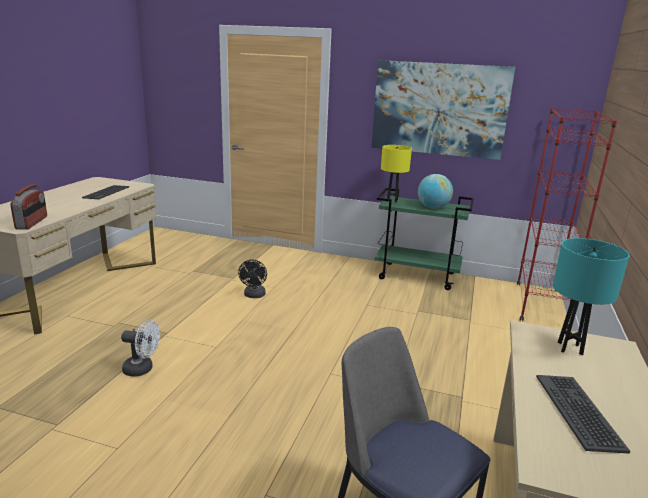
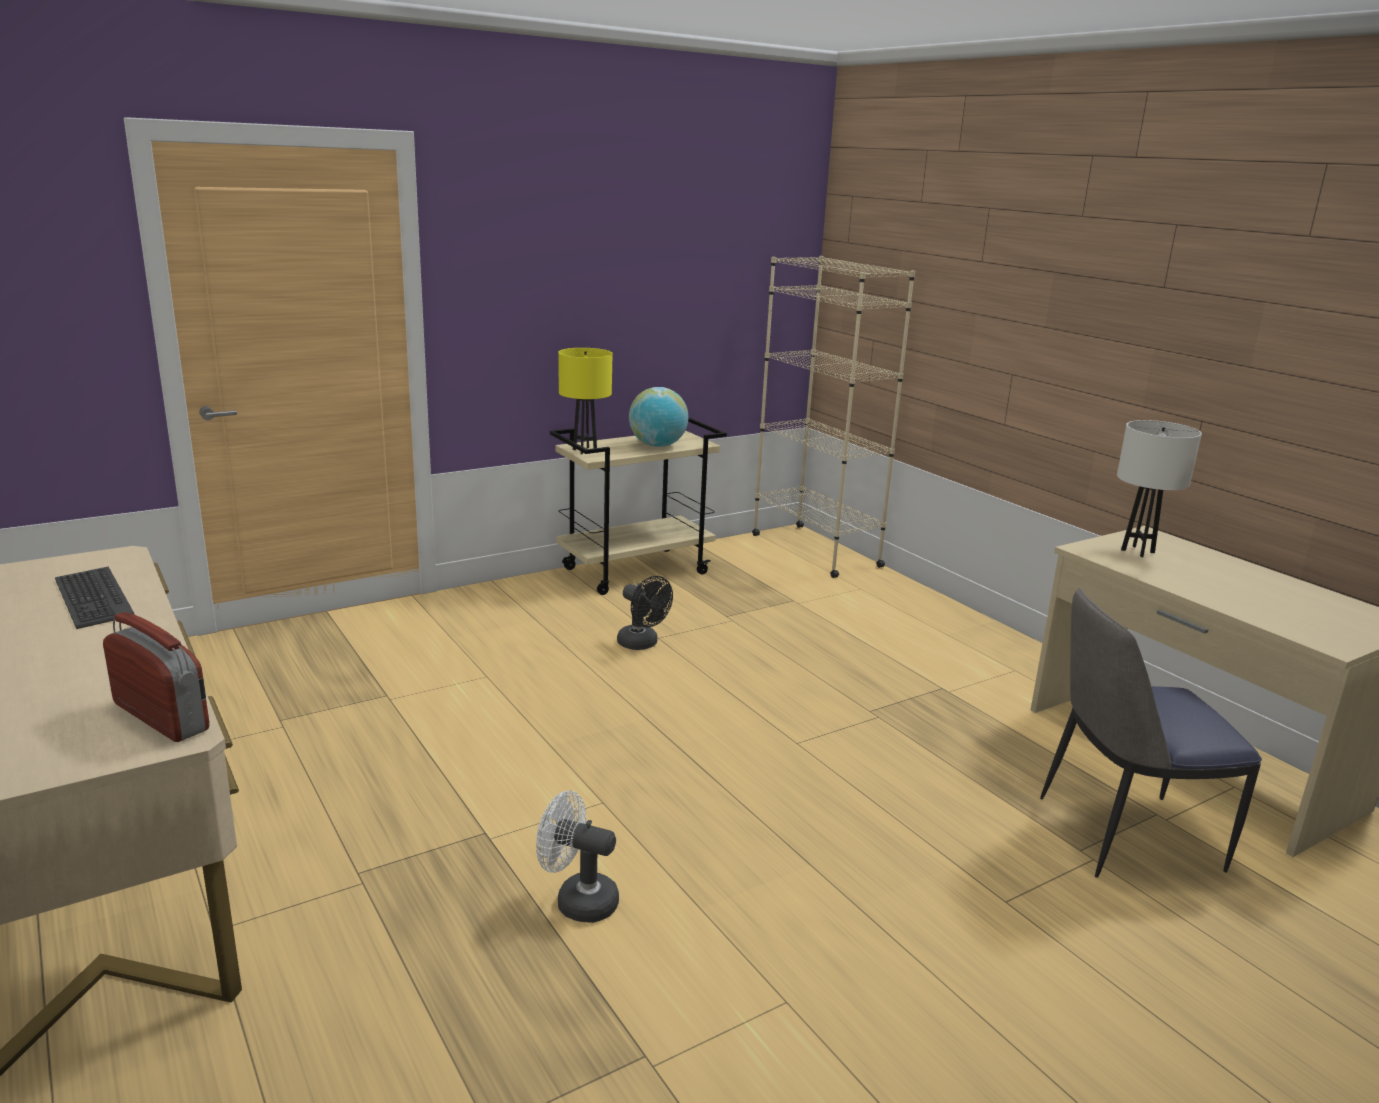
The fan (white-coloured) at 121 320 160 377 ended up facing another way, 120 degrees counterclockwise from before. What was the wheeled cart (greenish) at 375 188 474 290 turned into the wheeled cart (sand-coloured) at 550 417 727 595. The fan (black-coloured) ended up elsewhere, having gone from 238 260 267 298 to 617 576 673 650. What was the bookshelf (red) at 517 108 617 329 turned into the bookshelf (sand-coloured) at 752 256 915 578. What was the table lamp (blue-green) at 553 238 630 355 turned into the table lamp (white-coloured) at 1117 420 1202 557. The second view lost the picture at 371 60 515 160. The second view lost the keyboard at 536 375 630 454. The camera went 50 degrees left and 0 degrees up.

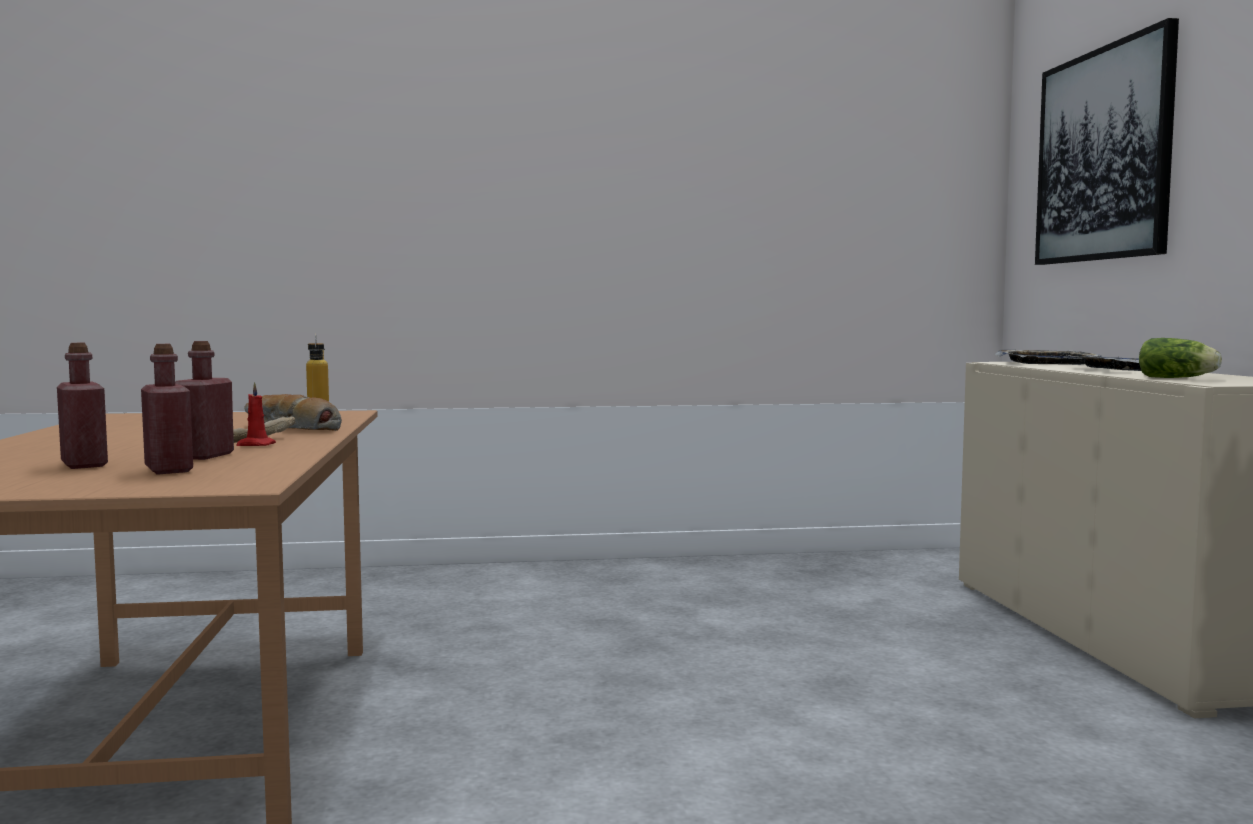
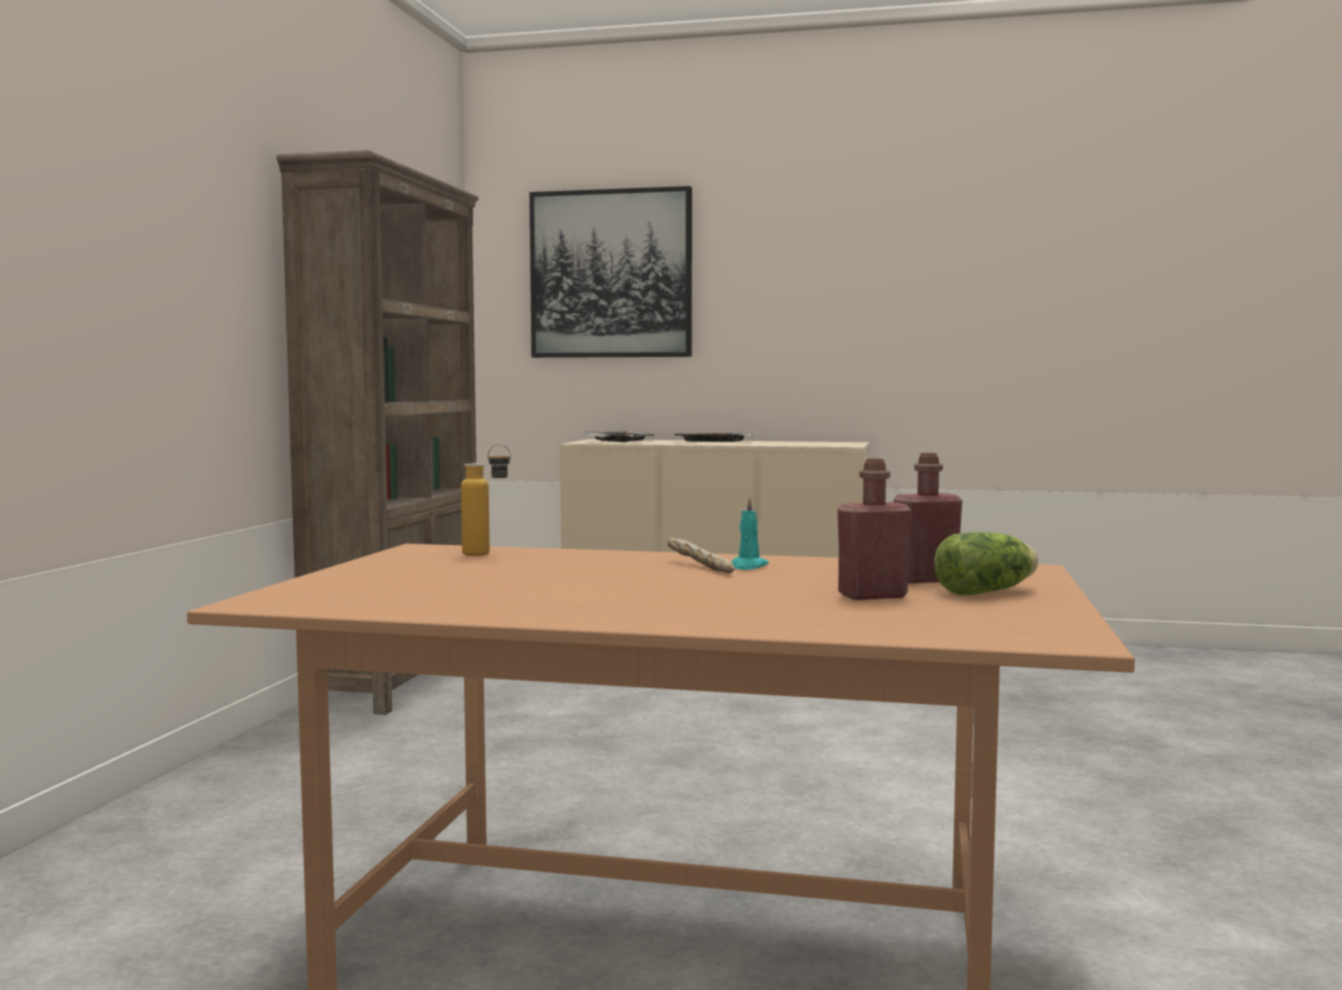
The second view gained the bookshelf (brown) at 276 150 479 715. What was the wax light (red) at 236 382 276 446 turned into the wax light (blue-green) at 731 496 769 570. The lettuce ended up elsewhere, having gone from 1139 338 1222 378 to 934 532 1038 596. The second view lost the beverage bottle (red) at 175 341 234 460. The second view lost the bread at 245 394 342 431. The camera went 70 degrees left and 0 degrees up.

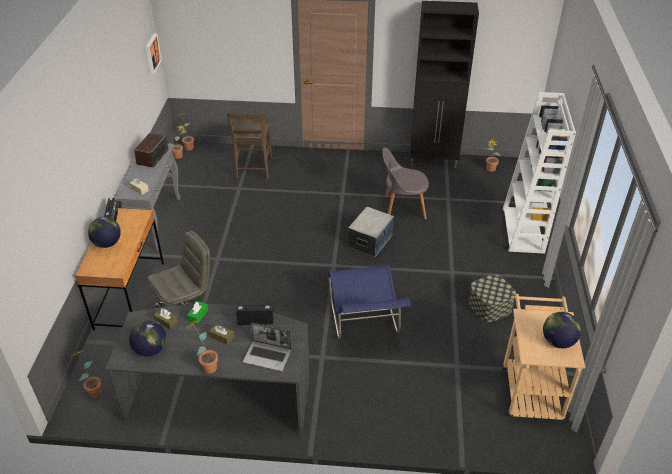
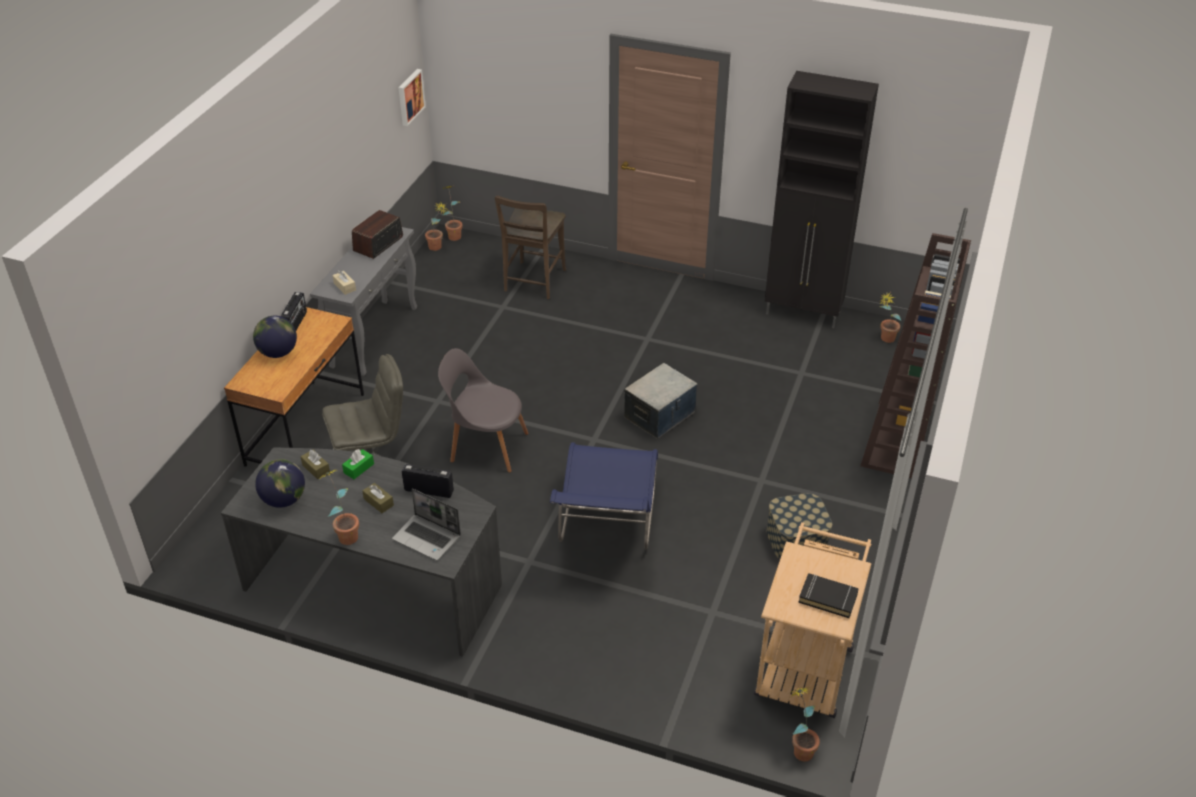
The chair (greyish) ended up elsewhere, having gone from 382 147 429 220 to 438 348 529 473. The potted plant ended up elsewhere, having gone from 72 349 102 398 to 788 687 820 762. Where the world globe stood at 543 312 581 348, the volume (black-coloured) came to stand at 798 573 859 618. What was the bookshelf (white-coloured) at 503 92 576 254 turned into the bookshelf (brown) at 860 233 971 478. The camera went 15 degrees right and 0 degrees up.

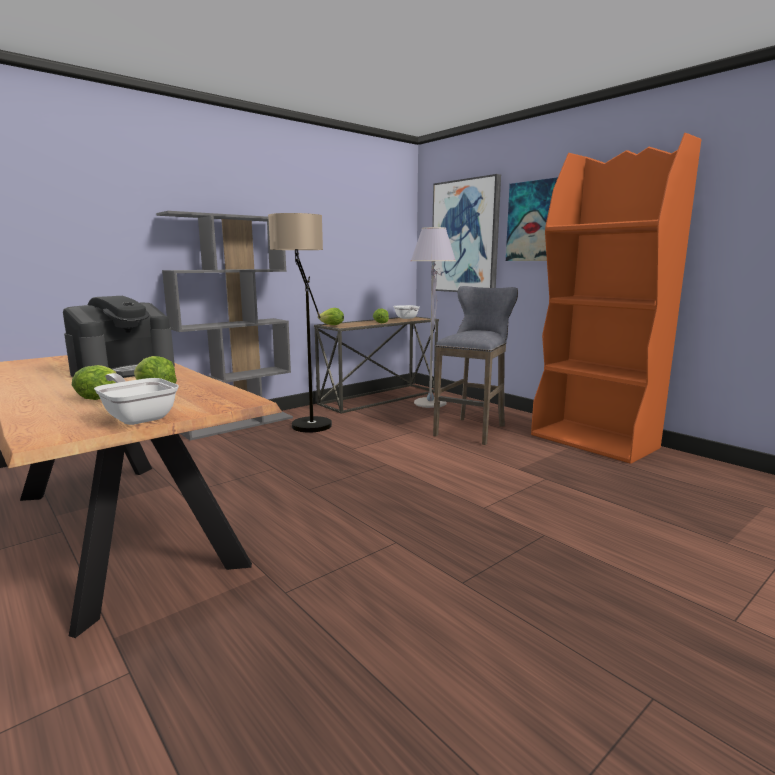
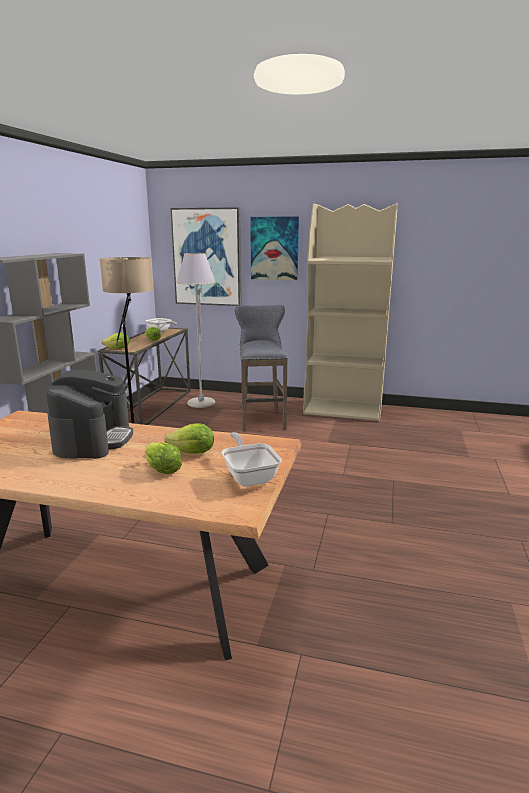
The skillet at 94 373 179 425 ended up facing another way, 60 degrees clockwise from before. What was the bookshelf (orange-coloured) at 531 133 701 464 turned into the bookshelf (sand-coloured) at 303 202 398 421. The camera went 35 degrees left and 5 degrees up.

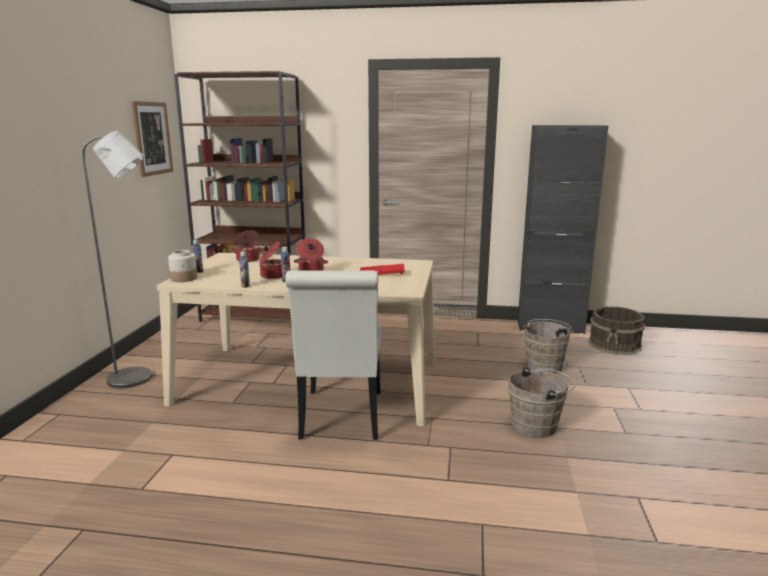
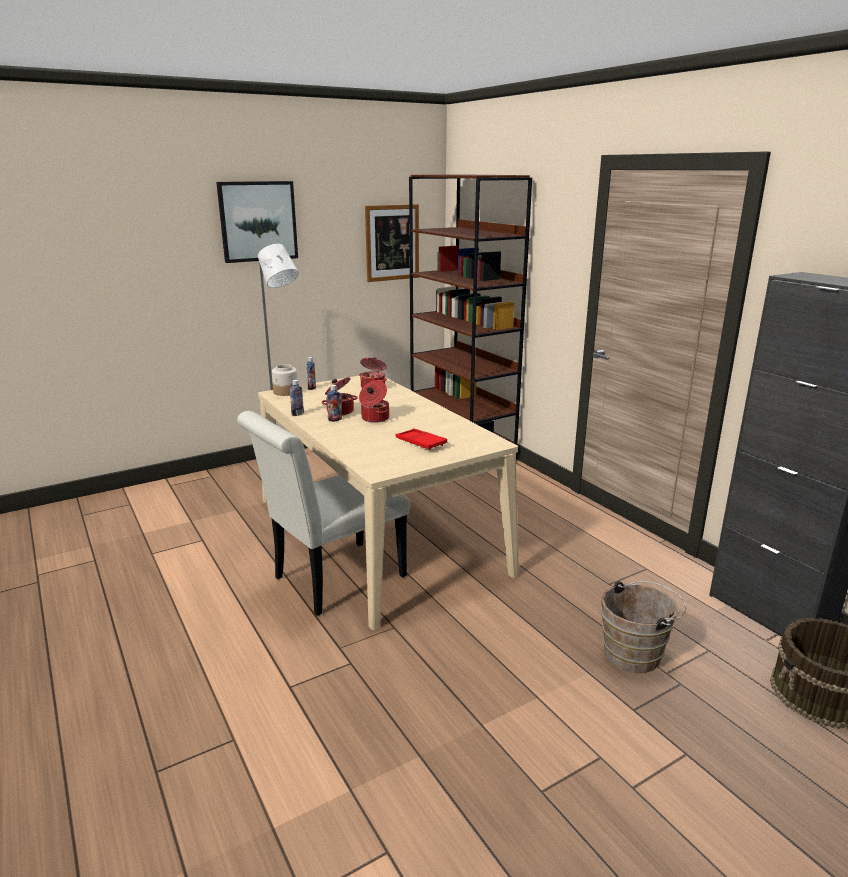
The second view gained the picture at 216 181 298 263. The second view lost the water bucket (brown) at 508 367 575 438. The camera went 50 degrees right and 5 degrees up.

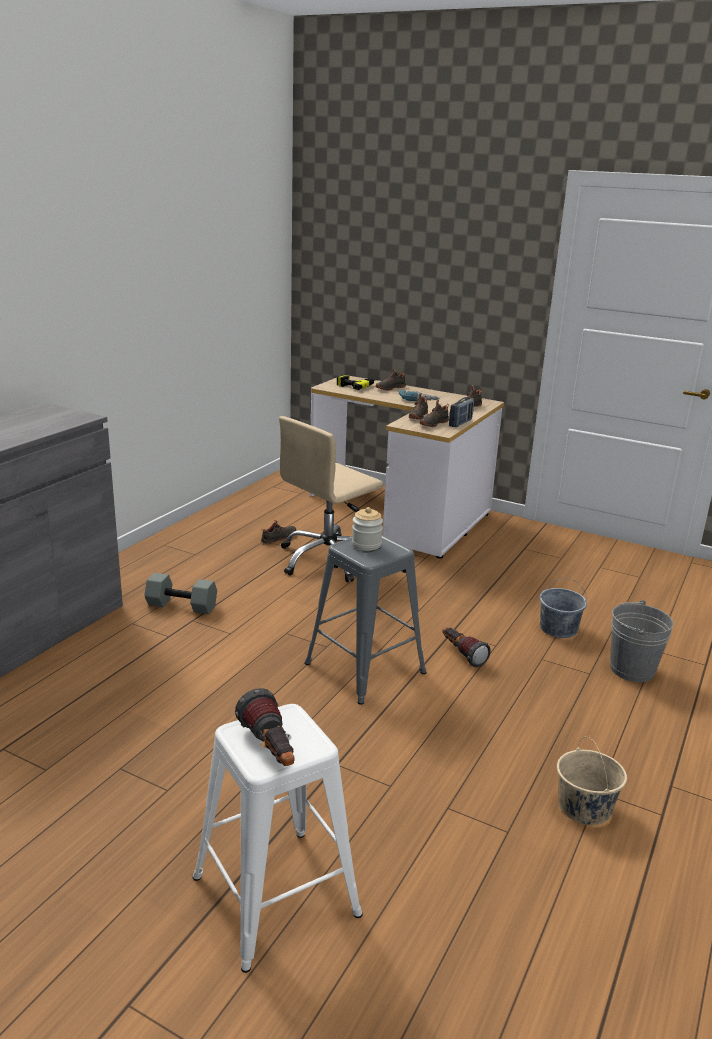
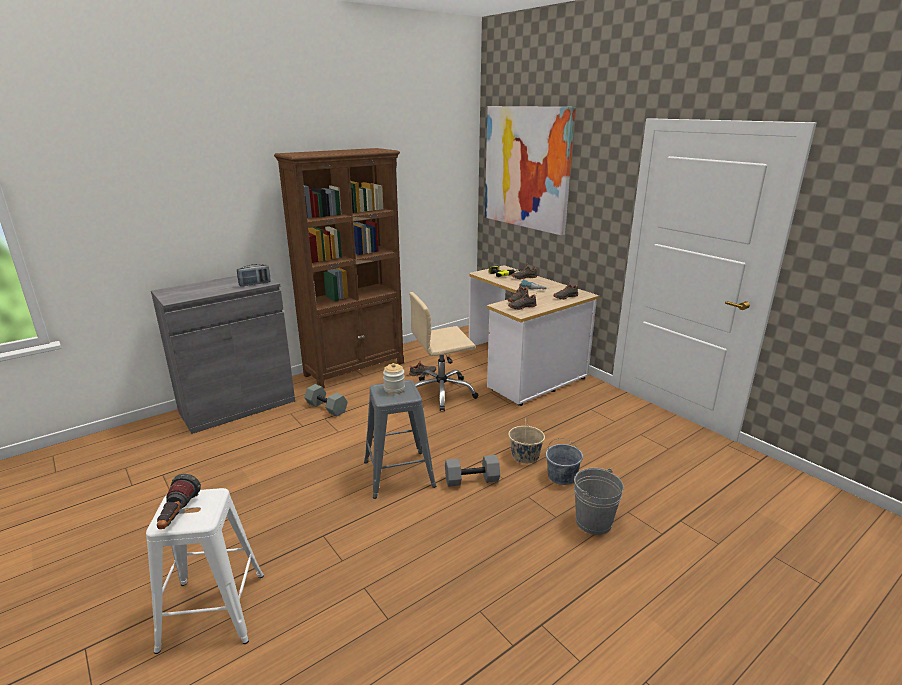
The radio ended up elsewhere, having gone from 449 397 474 427 to 237 264 271 287. The second view gained the bookshelf (brown) at 274 148 404 388. Where the hand torch stood at 443 627 491 667, the dumbbell (greyish) came to stand at 445 455 500 487. The second view gained the picture at 485 106 576 236. The water bucket (sand-coloured) ended up elsewhere, having gone from 557 737 627 825 to 508 419 545 463. The camera went 25 degrees right and 0 degrees up.

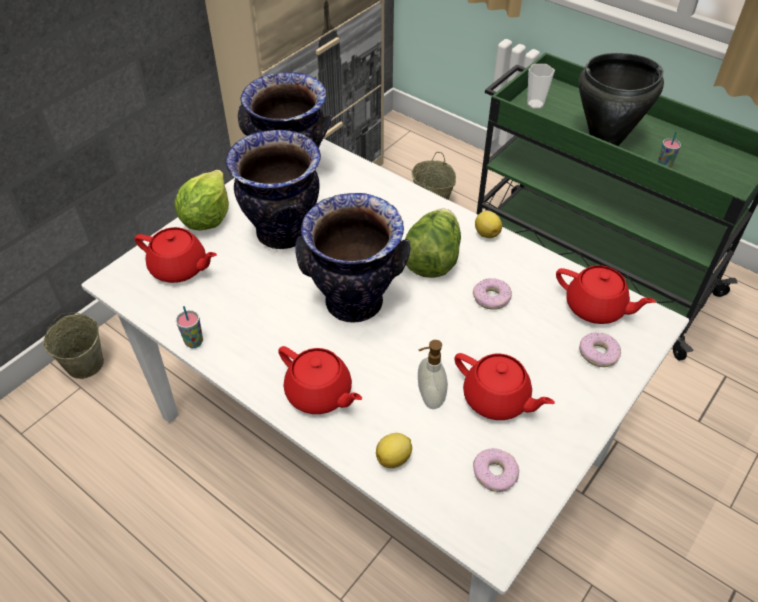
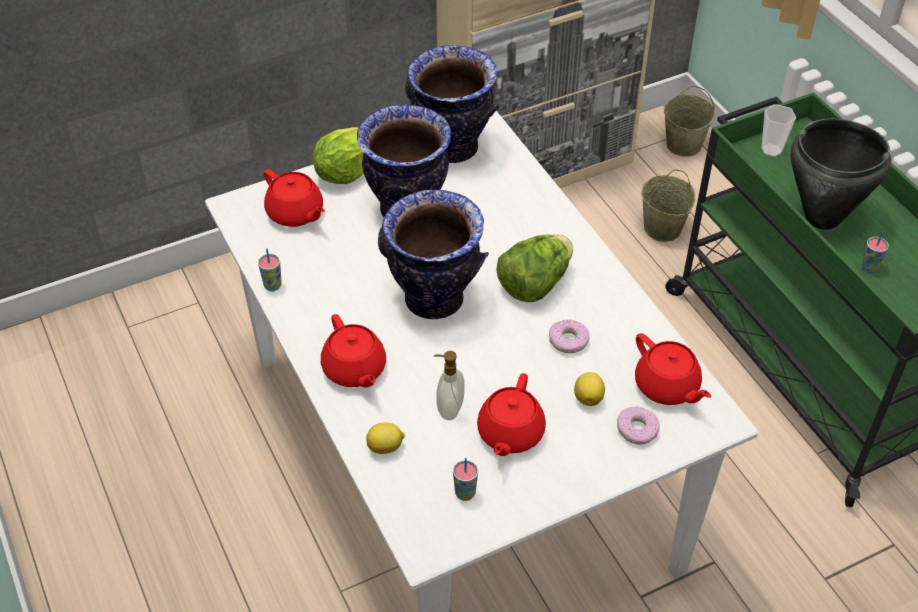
Where the donut stood at 473 448 519 492, the drinking cup came to stand at 453 458 478 501. The teapot (red) at 455 353 555 420 ended up facing another way, 45 degrees clockwise from before. The citrus fruit ended up elsewhere, having gone from 475 211 502 238 to 574 372 605 406. The water bucket (sand-coloured) ended up elsewhere, having gone from 43 312 104 379 to 664 86 715 157. The camera went 25 degrees right and 0 degrees up.

